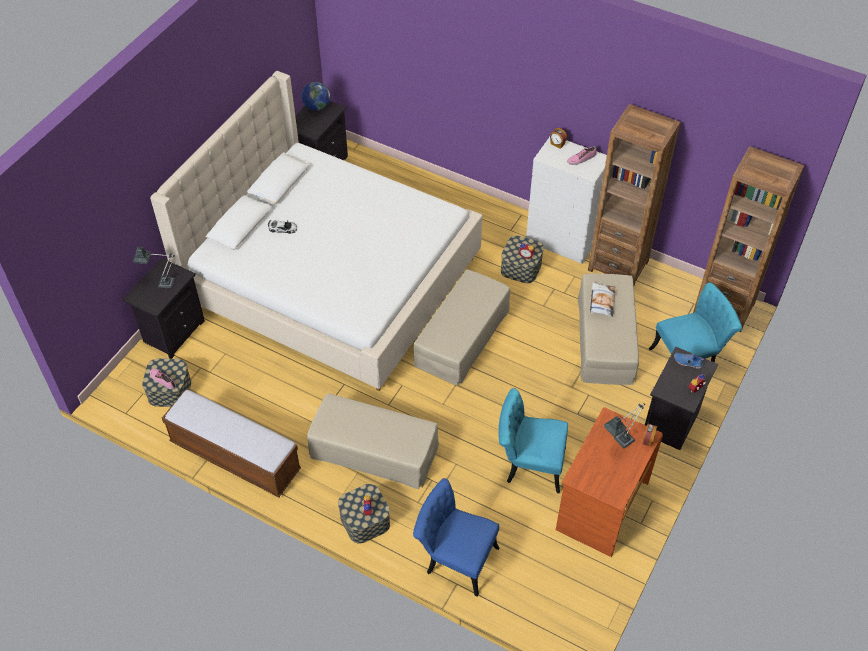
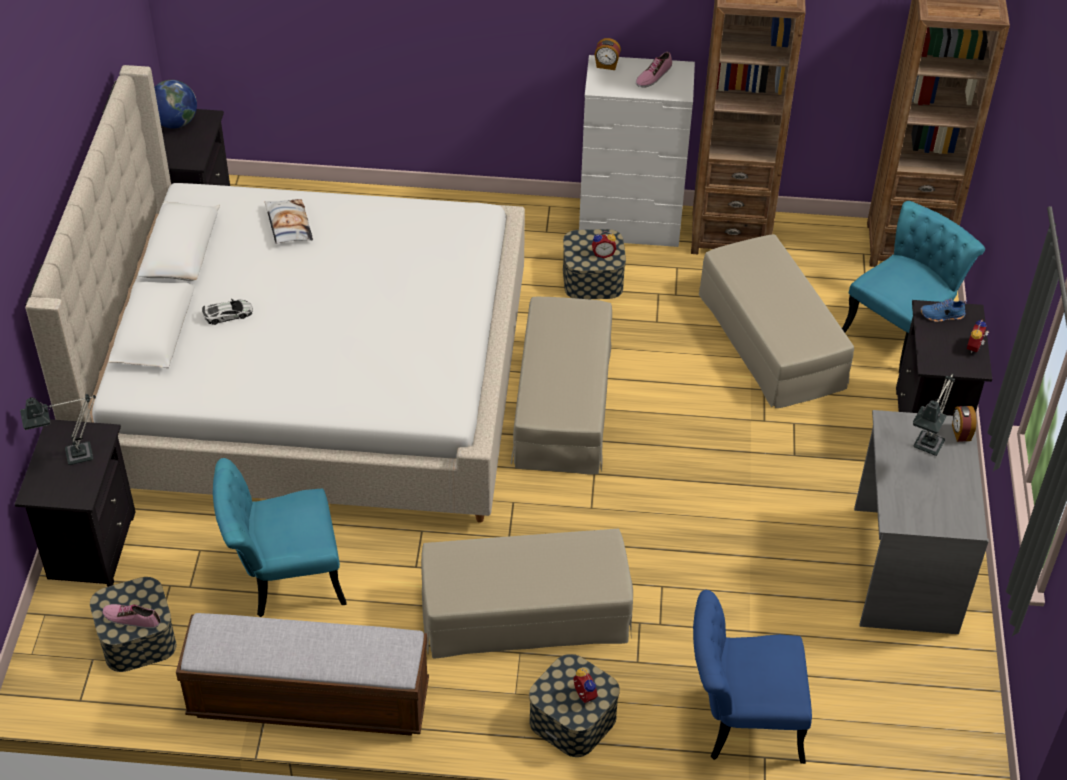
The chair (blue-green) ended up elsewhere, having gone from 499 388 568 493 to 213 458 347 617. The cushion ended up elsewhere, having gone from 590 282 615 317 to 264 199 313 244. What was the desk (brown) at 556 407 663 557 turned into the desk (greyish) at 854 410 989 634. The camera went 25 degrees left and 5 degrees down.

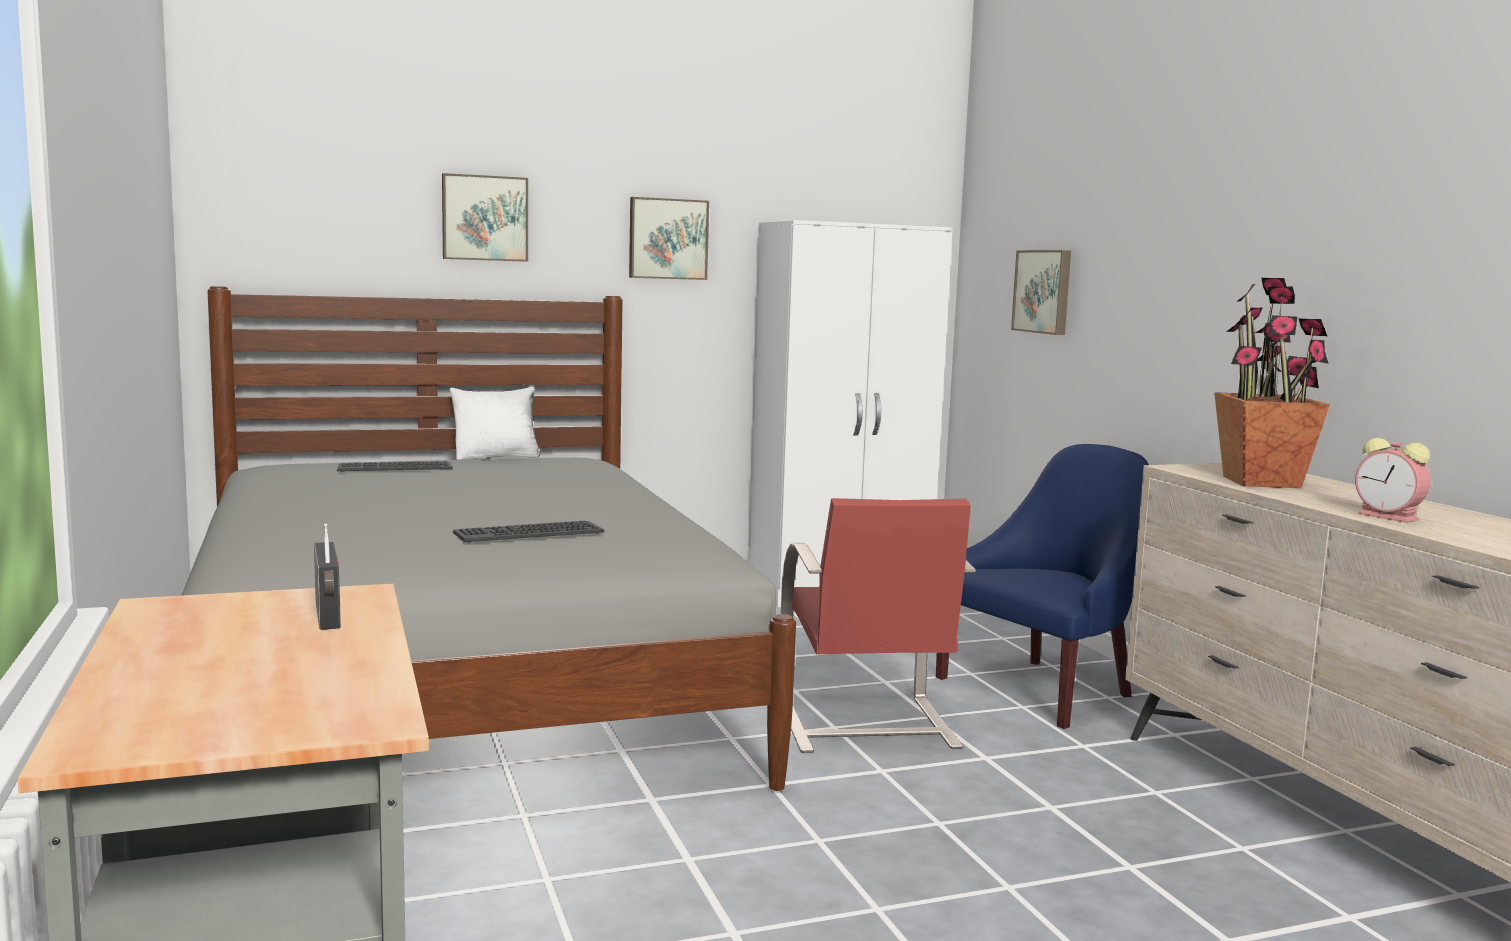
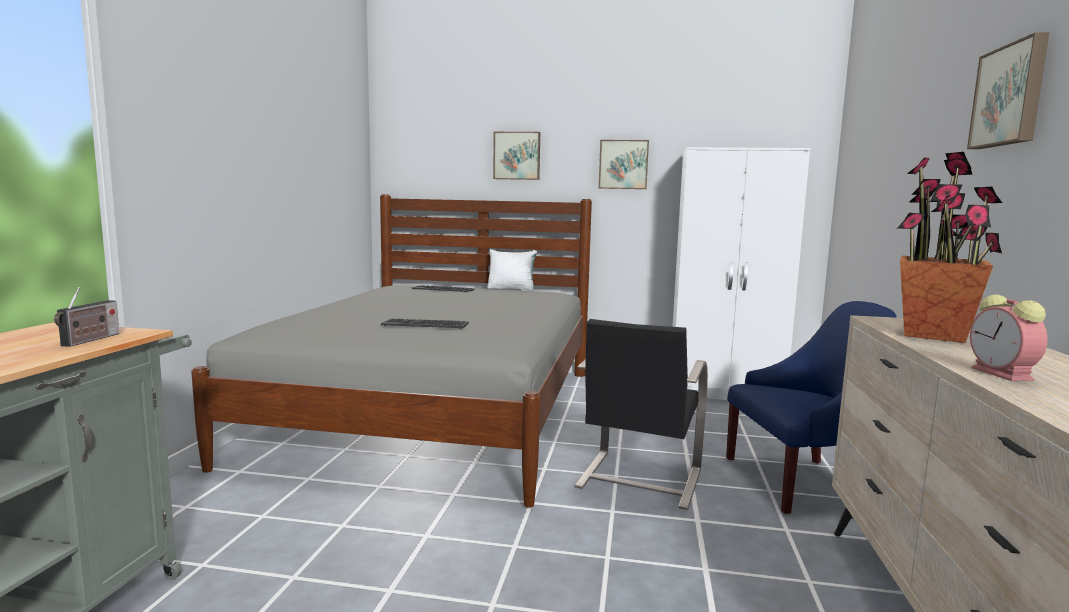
What was the chair (red) at 781 498 976 753 turned into the chair (black-coloured) at 574 319 708 510. The picture ended up elsewhere, having gone from 1011 250 1071 335 to 967 32 1050 149. The camera went 30 degrees right and 0 degrees up.

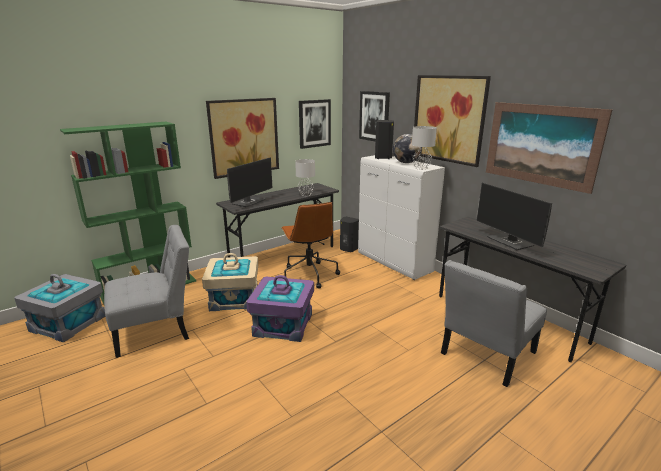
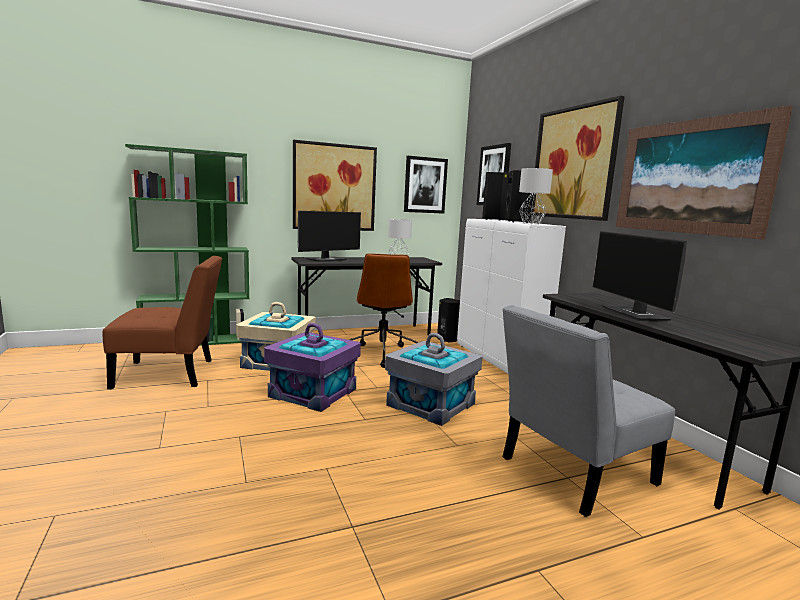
What was the chair (greyish) at 104 225 189 358 turned into the chair (brown) at 103 256 222 389. The storage box (greyish) ended up elsewhere, having gone from 14 274 105 343 to 385 333 483 426. Where the world globe stood at 393 134 422 163, the audio speaker (black-coloured) came to stand at 505 170 534 223. The camera went 15 degrees right and 10 degrees down.

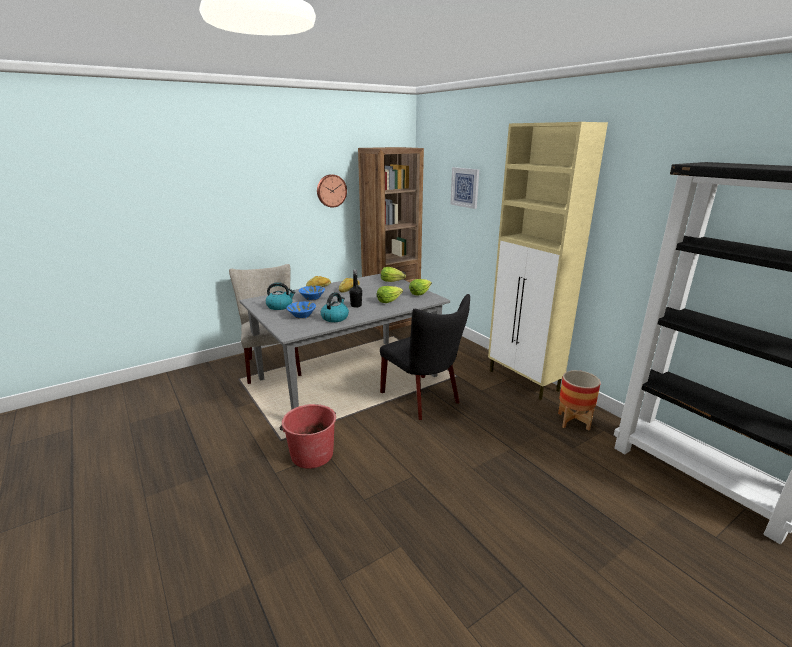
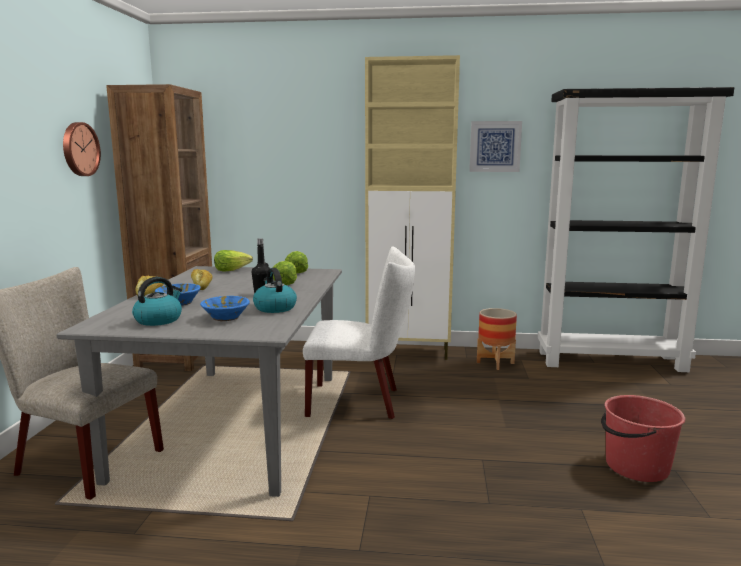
What was the chair (black-coloured) at 380 294 470 420 turned into the chair (white-coloured) at 303 246 415 419. The picture ended up elsewhere, having gone from 450 167 479 209 to 469 121 522 172. The water bucket (red) ended up elsewhere, having gone from 280 404 336 469 to 601 395 685 482. The camera went 50 degrees left and 10 degrees down.

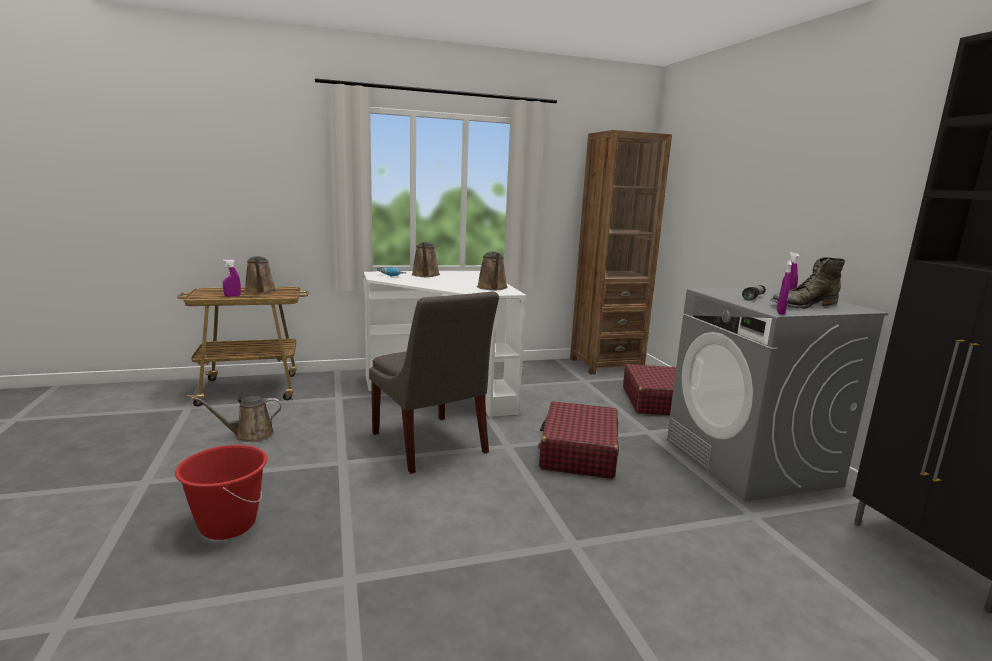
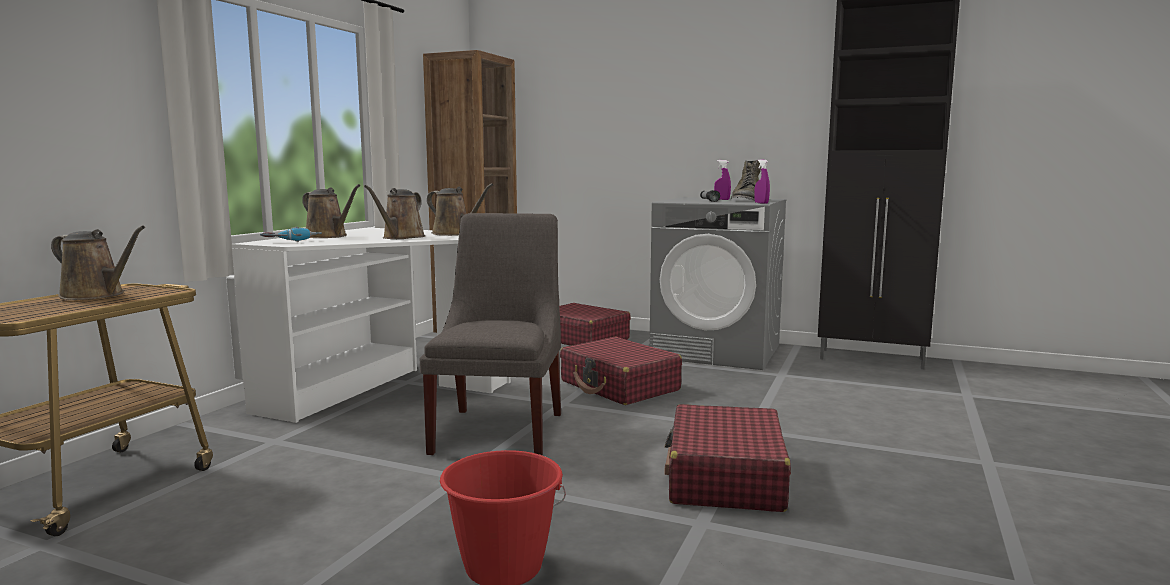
The sprinkling can (brown) ended up elsewhere, having gone from 194 396 282 442 to 364 185 425 239. The chair (greyish) at 369 291 499 474 ended up facing another way, 90 degrees counterclockwise from before. The second view gained the travel case (red) at 664 404 791 512. The second view lost the hand sprayer (purplish) at 223 259 241 297. The camera went 50 degrees left and 5 degrees down.

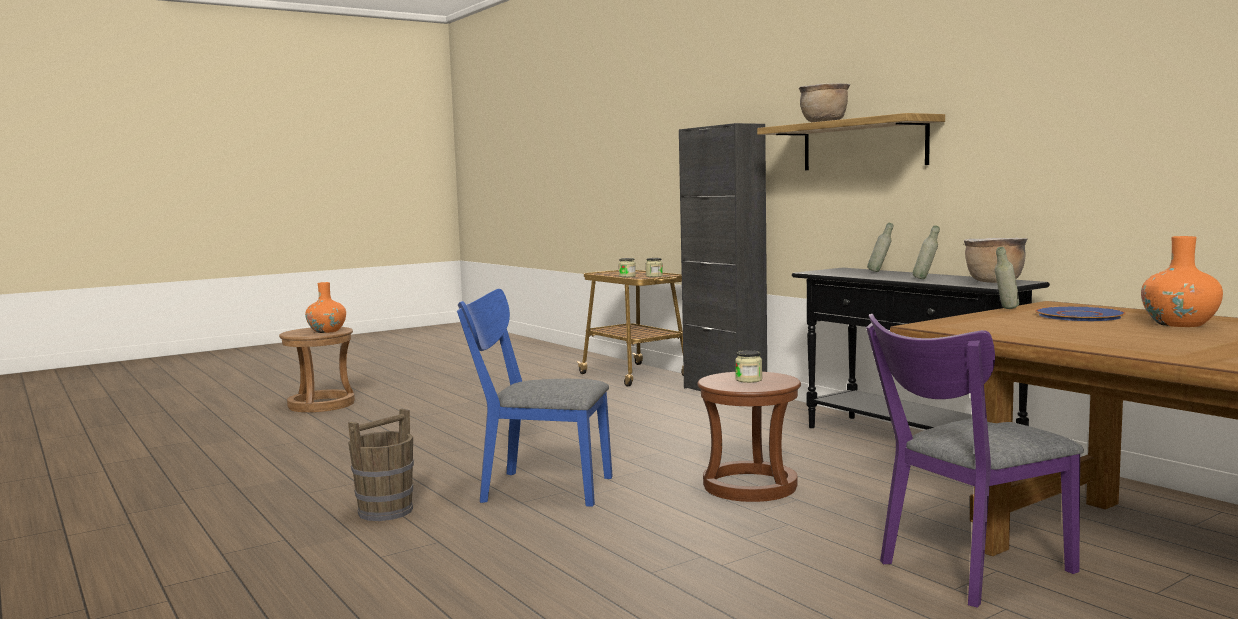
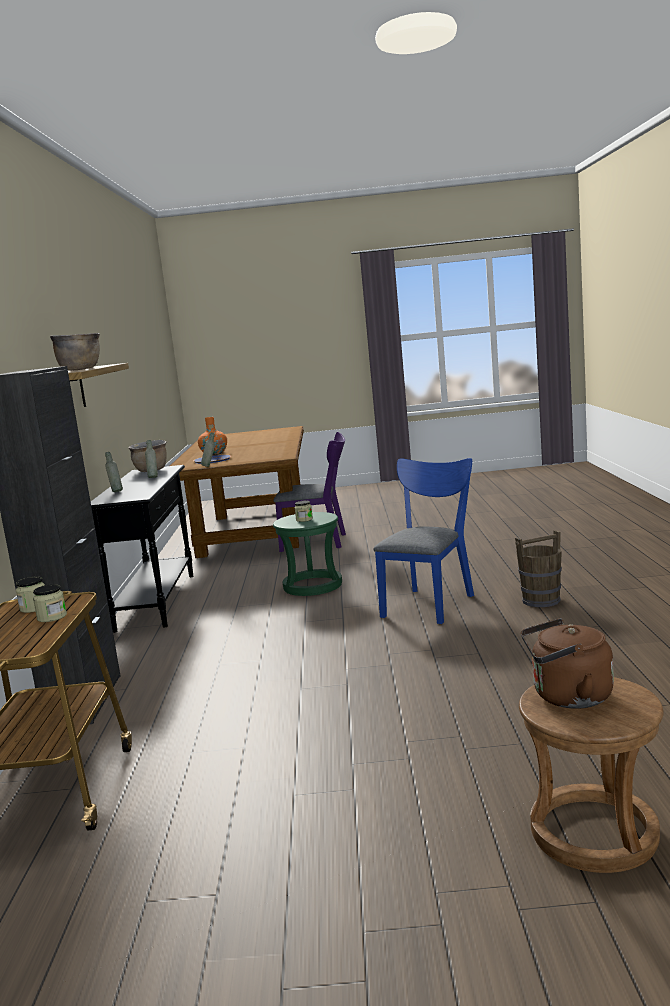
What was the sitting stool (brown) at 698 372 801 502 turned into the sitting stool (greenish) at 273 512 342 596. The chair (bluish) at 457 289 613 507 ended up facing another way, 105 degrees counterclockwise from before. Where the decorative vase (orange-coloured) stood at 305 282 346 333, the water kettle (brown) came to stand at 521 618 614 709. The camera went 145 degrees left and 5 degrees up.

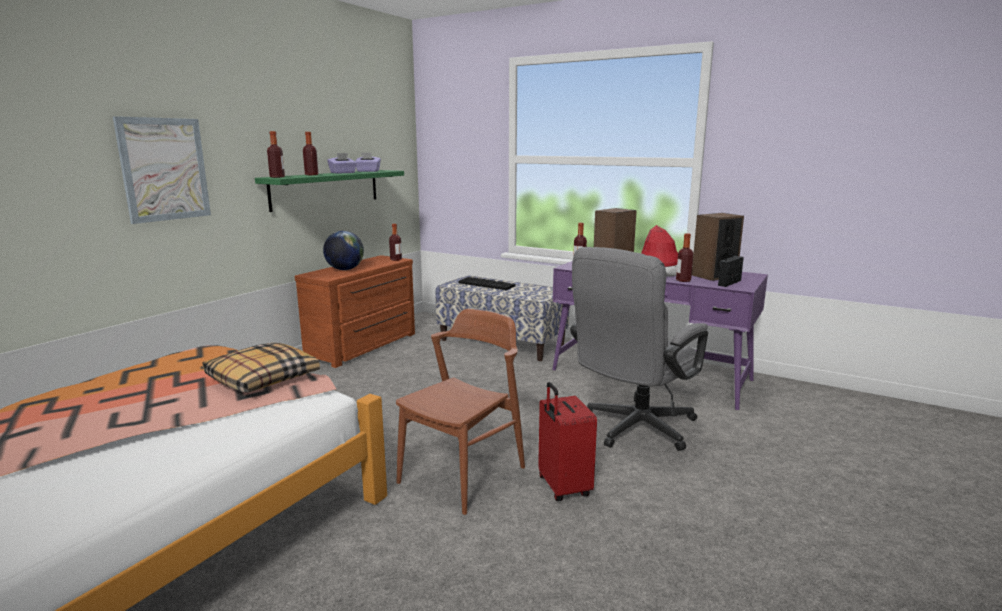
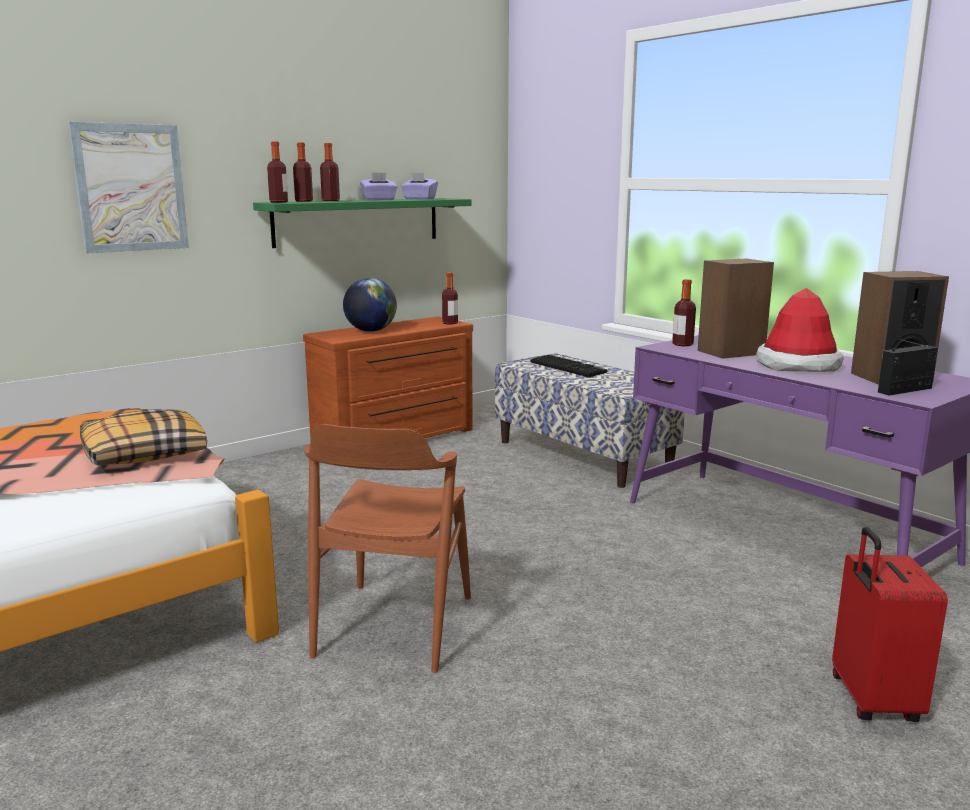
The beverage bottle ended up elsewhere, having gone from 676 233 693 282 to 293 142 313 202. The chair (brown) at 396 309 525 515 ended up facing another way, 135 degrees clockwise from before. The travel case (red) ended up elsewhere, having gone from 538 382 597 501 to 832 527 948 722. The second view lost the computer chair (greyish) at 570 247 708 451. The camera went 20 degrees right and 0 degrees up.

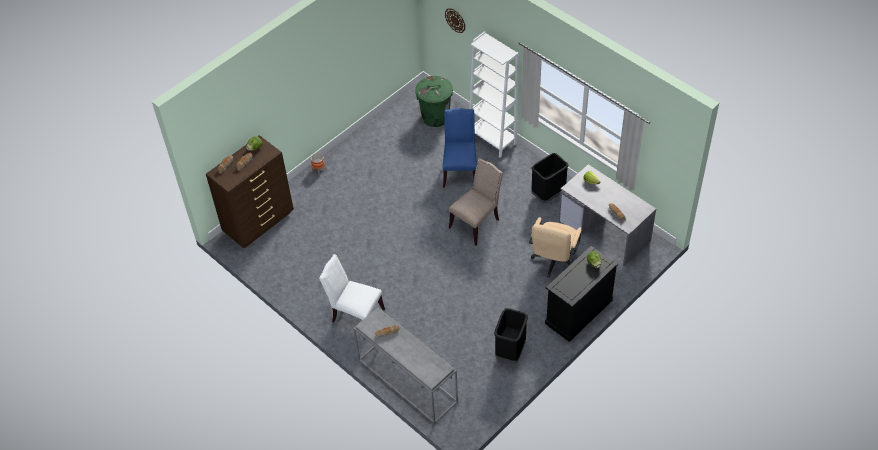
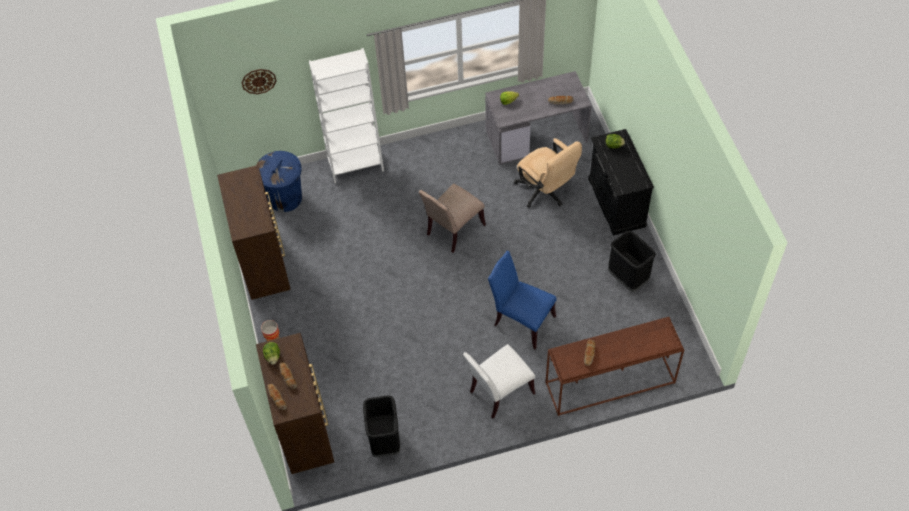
The second view gained the chest of drawers (brown) at 217 165 291 300. What was the rubbish bin (greenish) at 415 76 453 127 turned into the rubbish bin (bluish) at 256 151 302 212. The rubbish bin (black-coloured) ended up elsewhere, having gone from 531 153 569 203 to 363 395 400 457. The chair (sand-coloured) at 449 158 503 245 ended up facing another way, 120 degrees counterclockwise from before. The chair (bluish) ended up elsewhere, having gone from 443 108 477 188 to 488 251 557 349. What was the hall table (greyish) at 353 307 458 424 turned into the hall table (brown) at 545 317 684 416. The camera went 60 degrees left and 5 degrees up.

